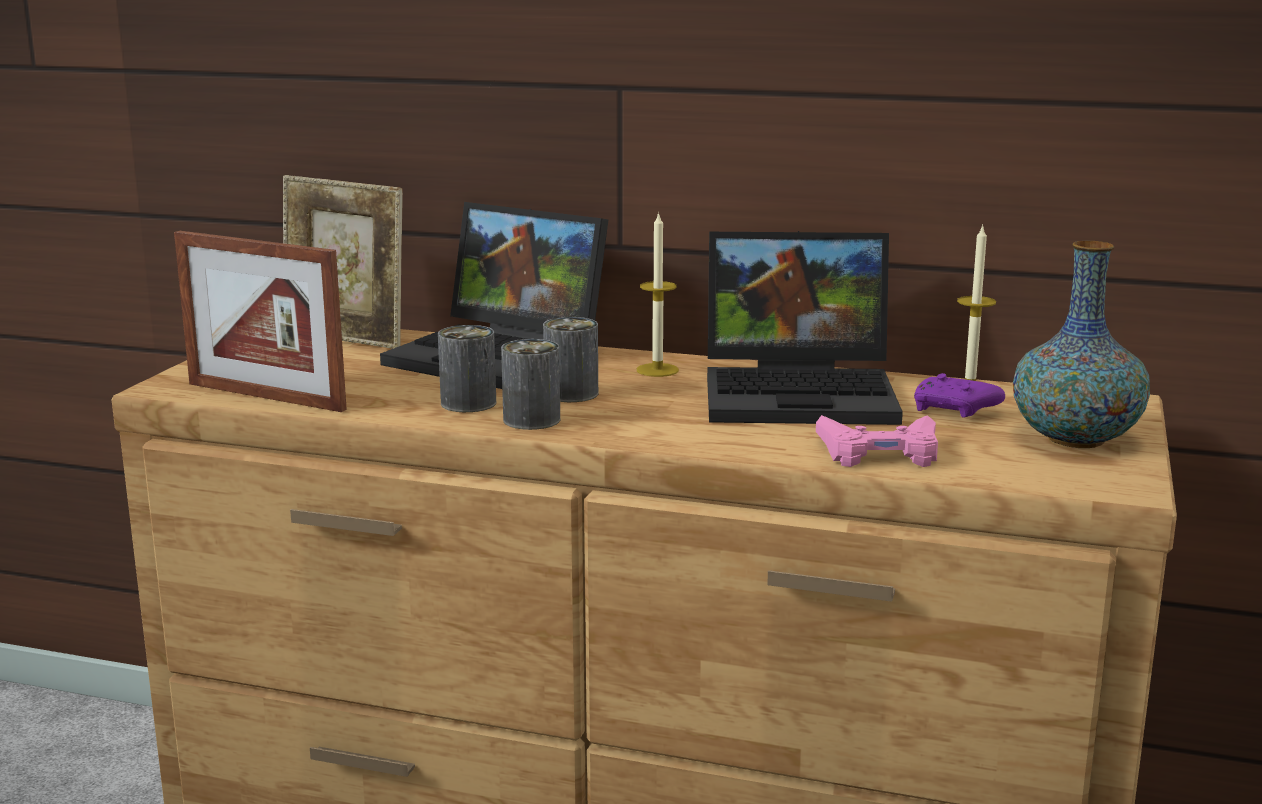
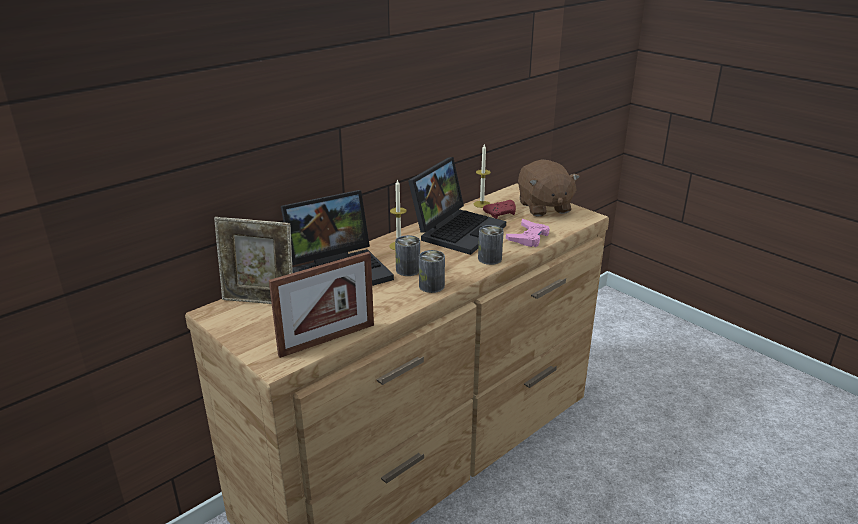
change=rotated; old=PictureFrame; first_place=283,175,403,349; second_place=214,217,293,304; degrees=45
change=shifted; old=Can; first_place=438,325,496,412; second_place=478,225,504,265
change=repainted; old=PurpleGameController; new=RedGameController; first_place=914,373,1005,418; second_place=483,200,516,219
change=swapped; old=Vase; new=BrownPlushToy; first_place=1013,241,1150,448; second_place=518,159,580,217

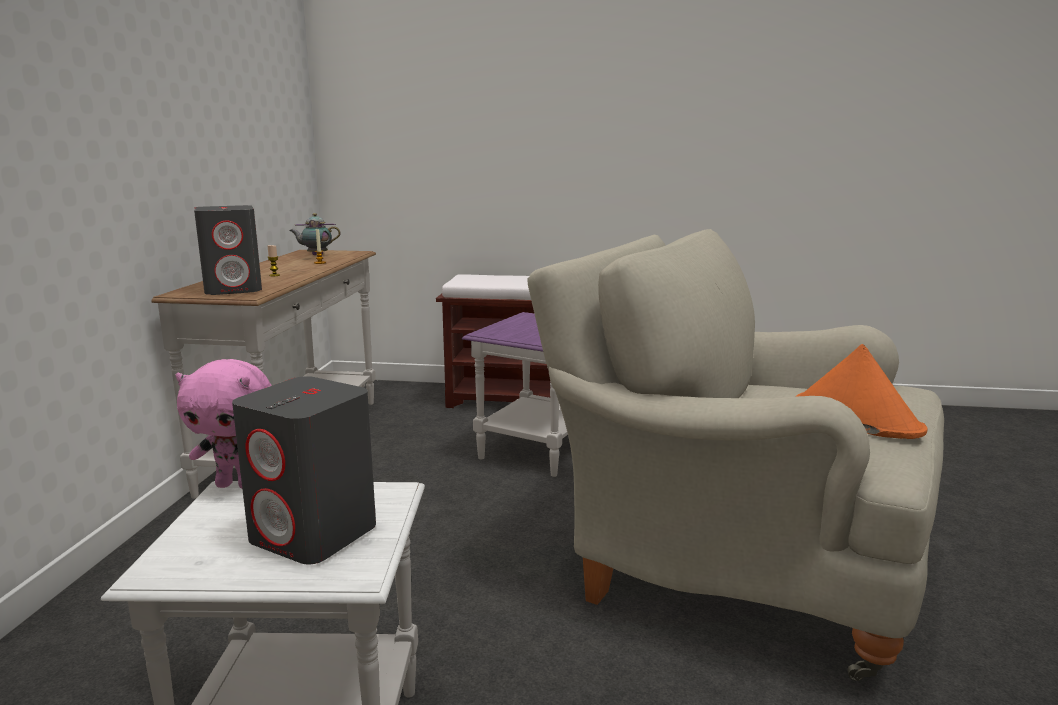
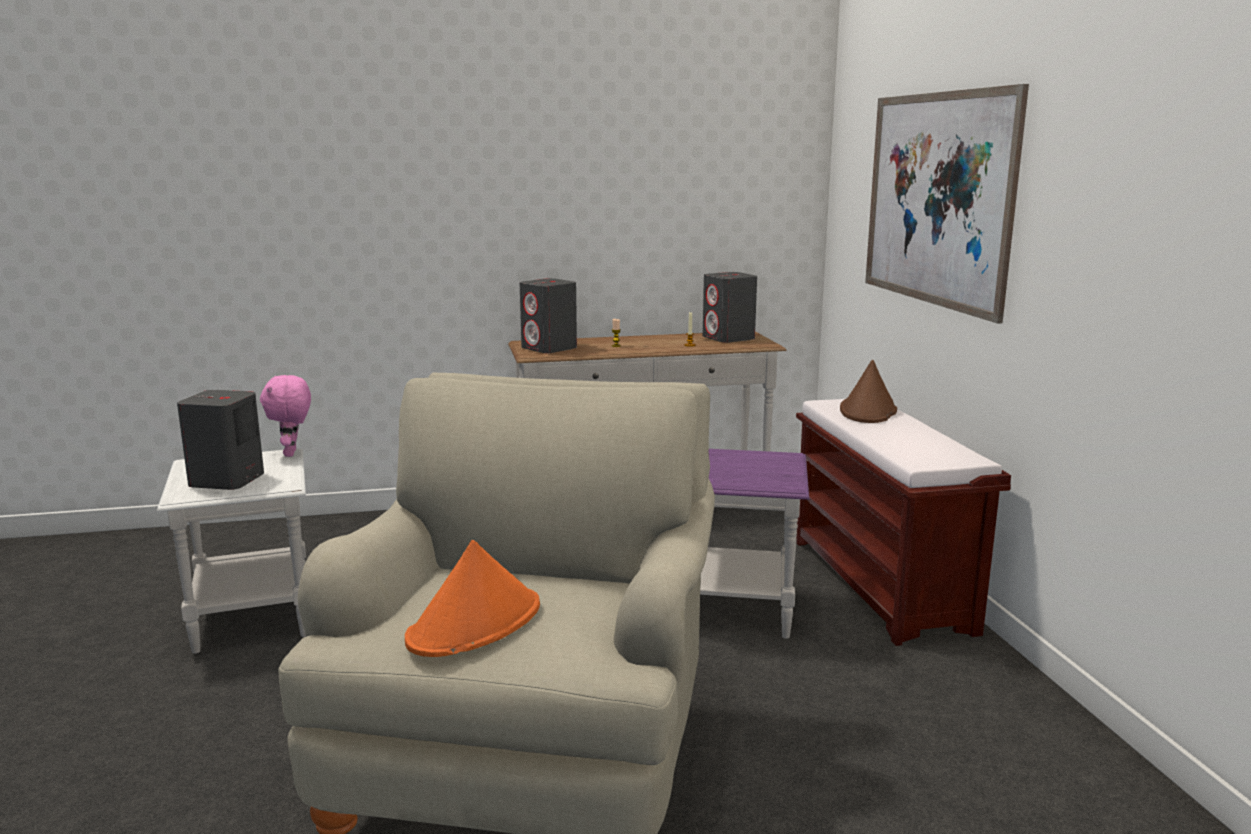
change=swapped; old=Teapot; new=GreySpeaker; first_place=290,213,341,255; second_place=703,272,757,343
change=new; new=BrownHat; second_place=840,360,897,423
change=new; new=Picture; second_place=865,84,1029,324

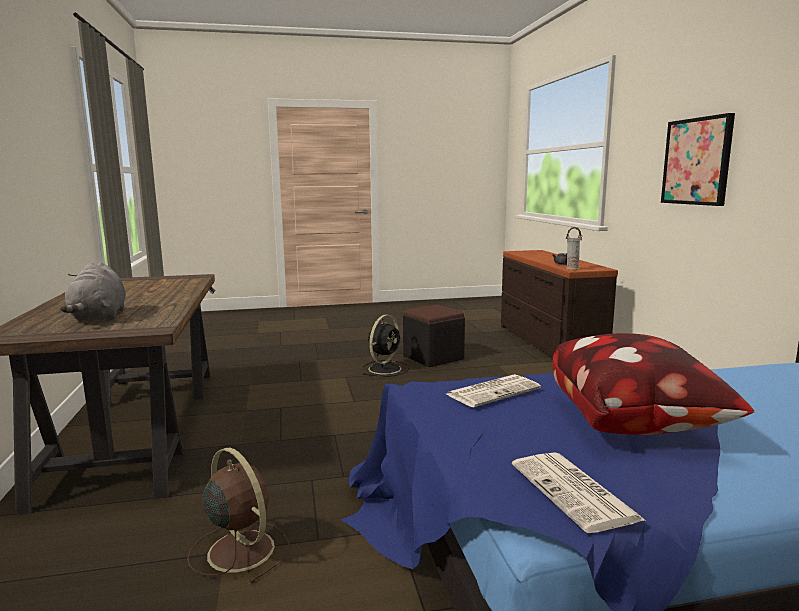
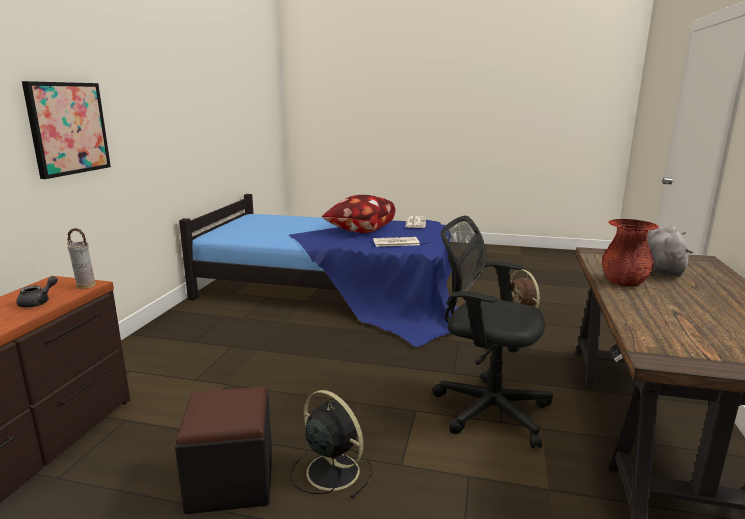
change=rotated; old=BlackFan; first_place=363,315,410,377; second_place=291,390,372,499; degrees=75
change=new; new=BlackOfficeChair; second_place=432,216,553,448
change=new; new=RedVase; second_place=602,219,660,287

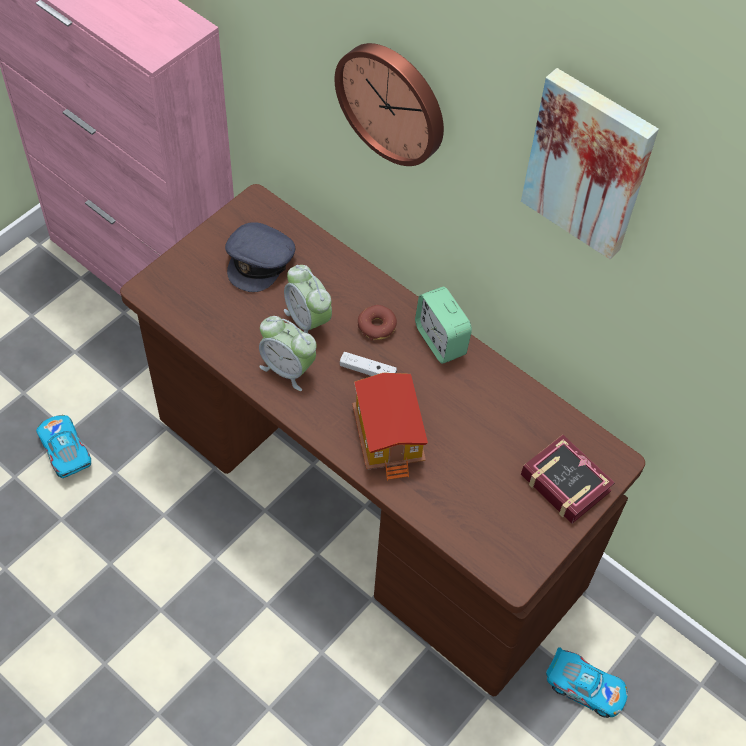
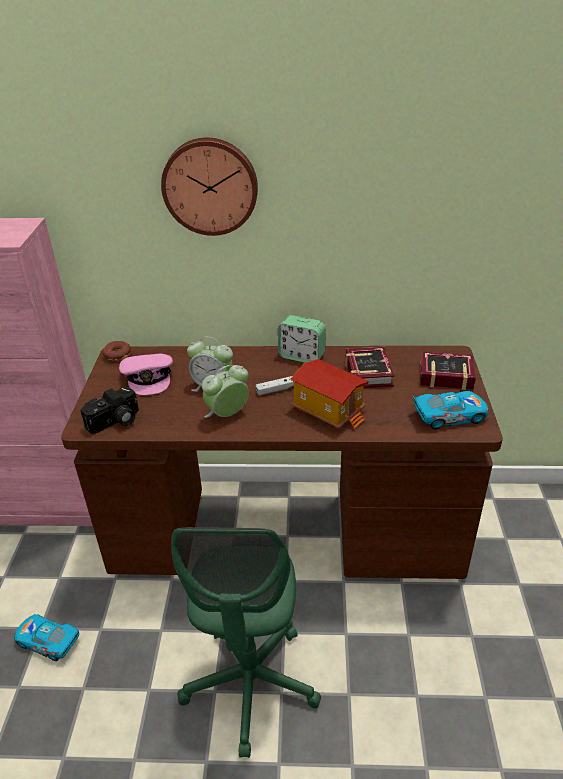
change=repainted; old=GreyCap; new=PinkCap; first_place=225,222,295,292; second_place=119,354,173,395
change=rotated; old=AlarmClock; first_place=259,316,317,391; second_place=202,365,249,418; degrees=150
change=shifted; old=Donut; first_place=358,305,397,341; second_place=102,341,131,361
change=gone; old=Picture; first_place=521,68,659,259
change=shifted; old=ToyCar; first_place=546,647,628,718; second_place=412,391,489,430
change=new; new=PhotoCamera; second_place=80,387,139,434
change=new; new=GreenOfficeChair; second_place=171,527,321,758
change=new; new=Book; second_place=346,347,395,388

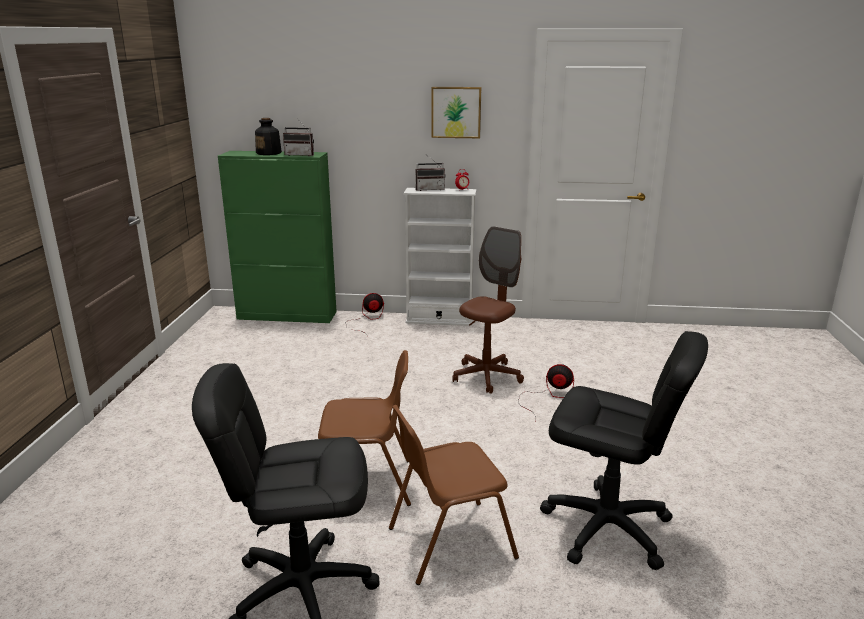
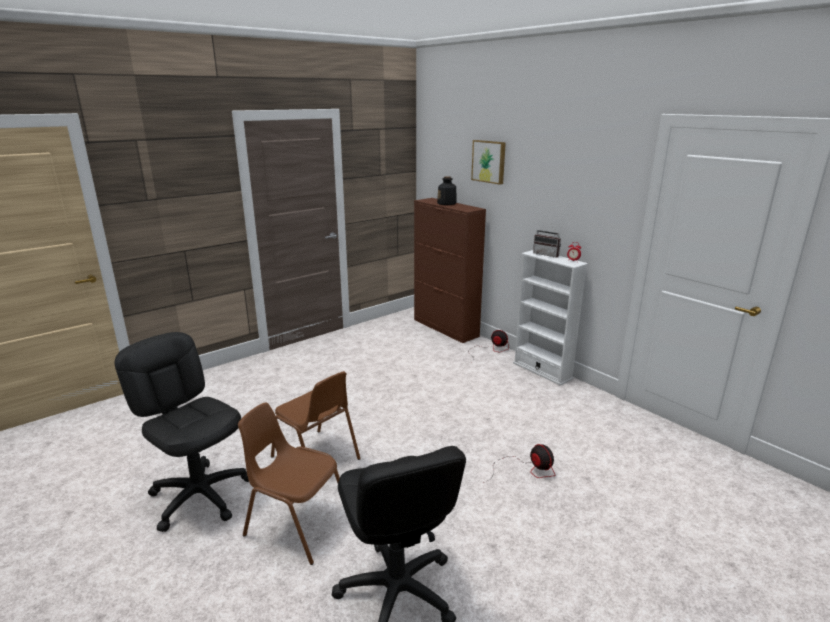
change=repainted; old=GreenCabinet; new=BrownCabinet; first_place=218,151,337,323; second_place=414,198,486,343
change=gone; old=Radio; first_place=283,119,314,156
change=shifted; old=Picture; first_place=431,87,481,138; second_place=471,140,506,185
change=gone; old=BrownOfficeChair; first_place=452,226,524,394

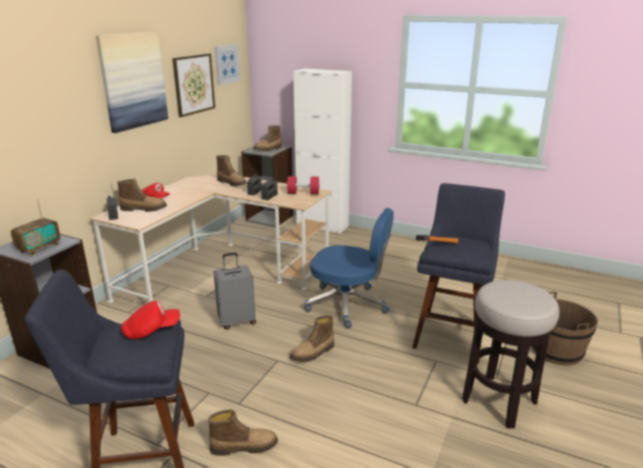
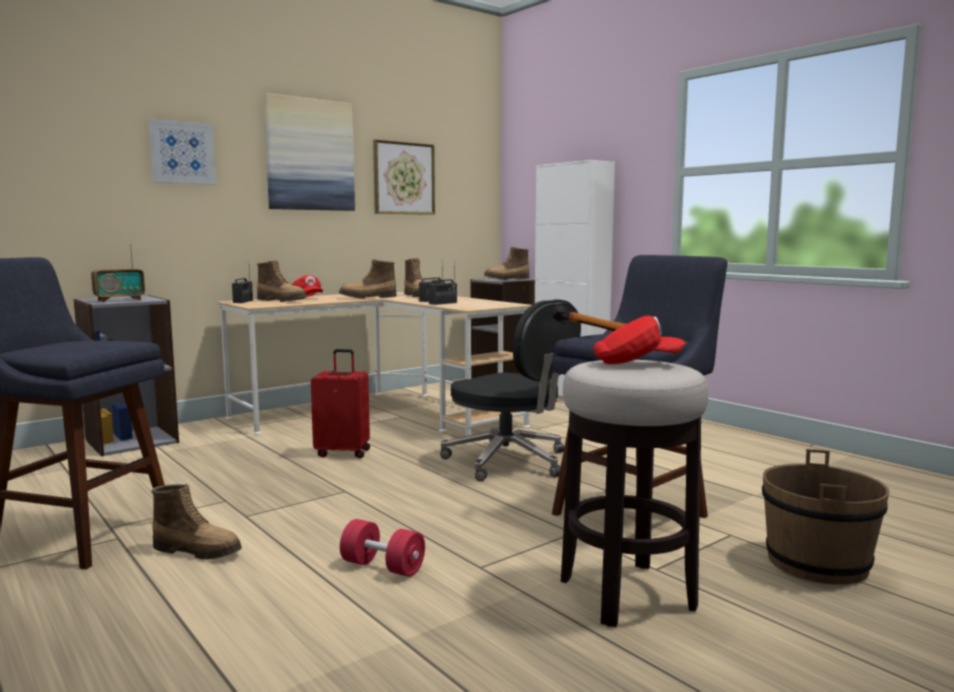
change=shifted; old=RedCap; first_place=121,301,180,339; second_place=594,315,686,364
change=repainted; old=GreySuitcase; new=RedSuitcase; first_place=213,252,256,330; second_place=311,349,370,458
change=shifted; old=Picture; first_place=215,44,240,85; second_place=149,118,216,185
change=shifted; old=RedDumbbell; first_place=287,176,320,194; second_place=340,519,425,577
change=shifted; old=Boot; first_place=290,315,334,362; second_place=339,259,397,299
change=repainted; old=BlueOfficeChair; new=BlackOfficeChair; first_place=304,208,394,329; second_place=440,299,581,481

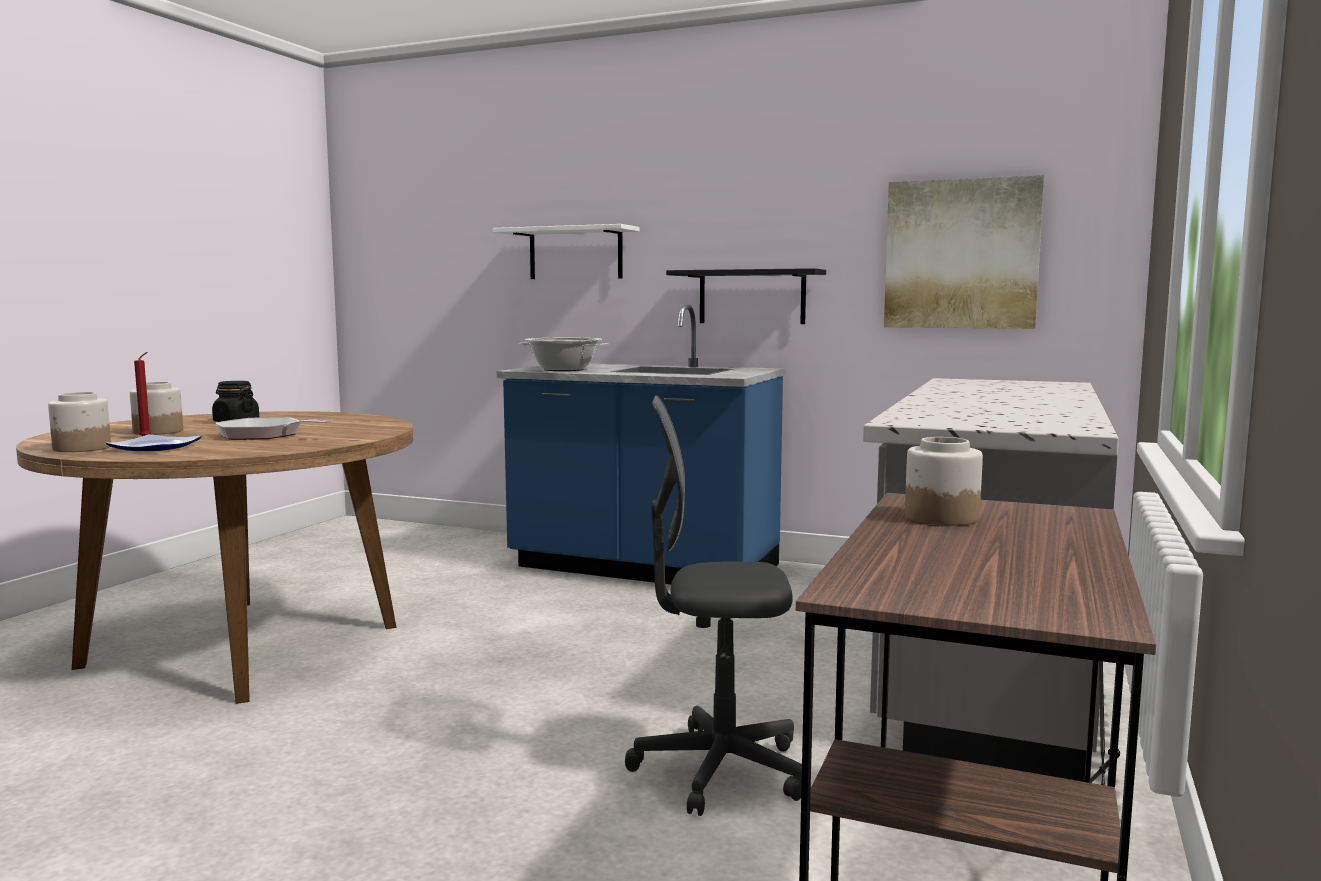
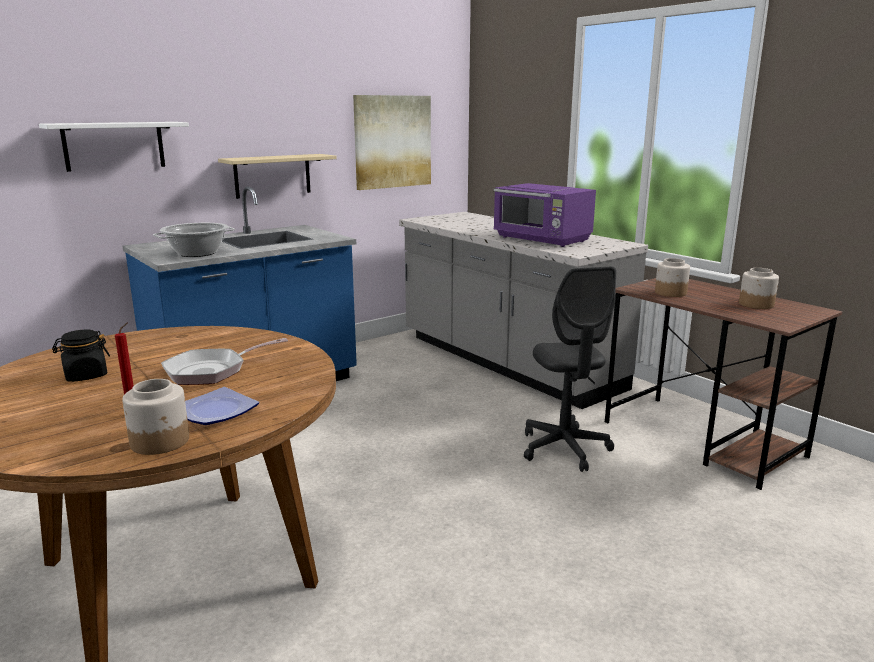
change=shifted; old=Jar; first_place=130,382,183,435; second_place=739,268,779,309
change=rotated; old=GreyOfficeChair; first_place=625,395,802,816; second_place=524,266,616,472; degrees=-45
change=repainted; old=BlackShelf; new=BeigeShelf; first_place=666,268,826,324; second_place=218,154,337,199
change=new; new=PurpleMicrowave; second_place=494,183,596,247

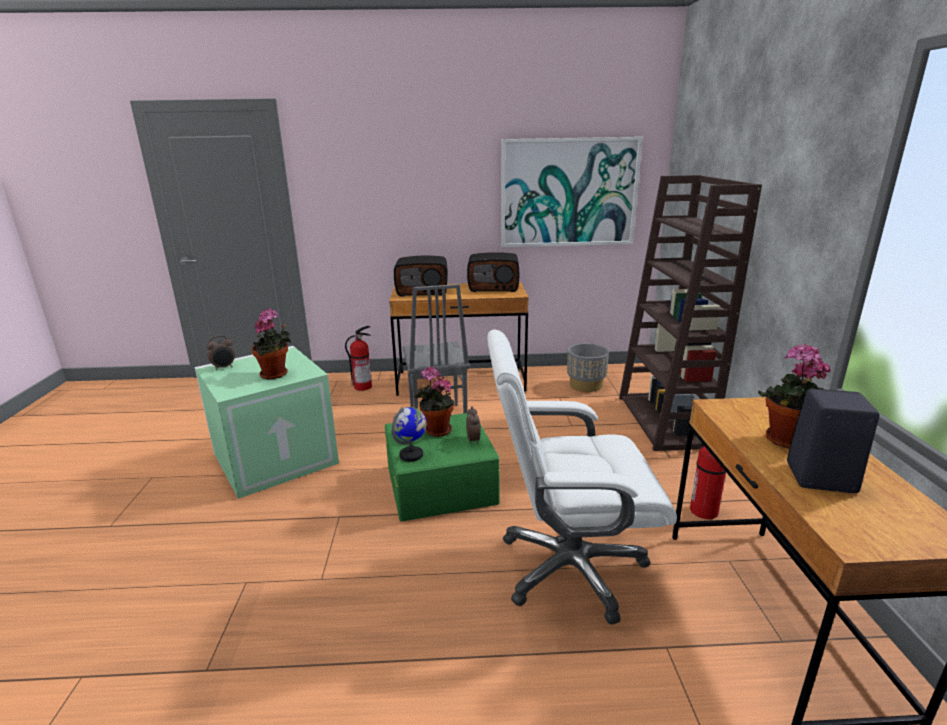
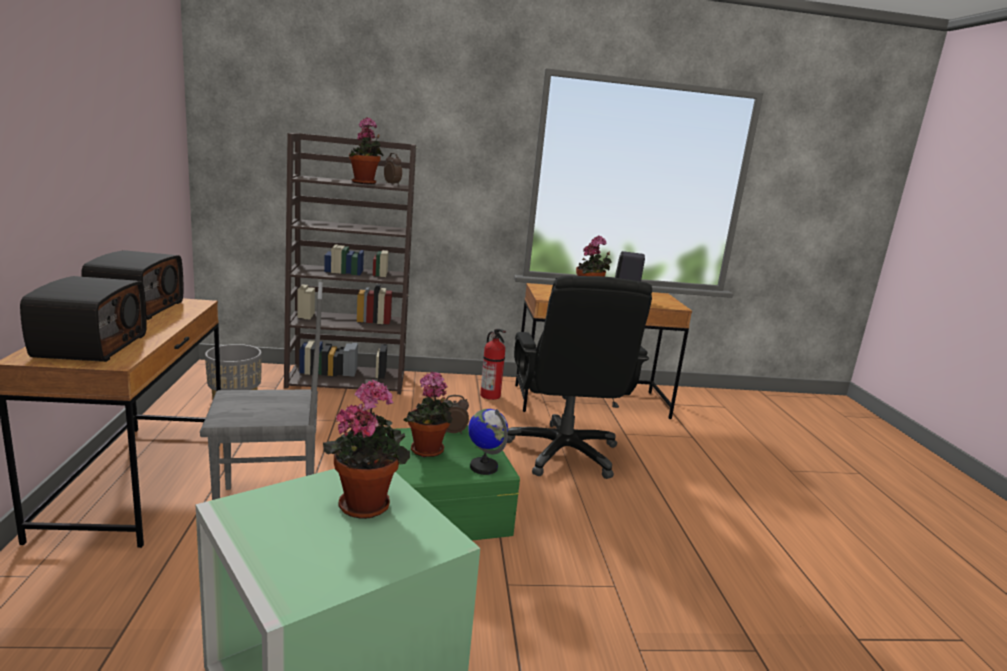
change=shifted; old=AlarmClock; first_place=207,335,235,370; second_place=384,153,402,186
change=gone; old=FireExtinguisher; first_place=345,326,372,391
change=repainted; old=WhiteOfficeChair; new=BlackOfficeChair; first_place=487,329,677,625; second_place=507,276,652,479
change=gone; old=Picture; first_place=501,137,643,247
change=new; new=PottedPlant; second_place=349,117,383,184

